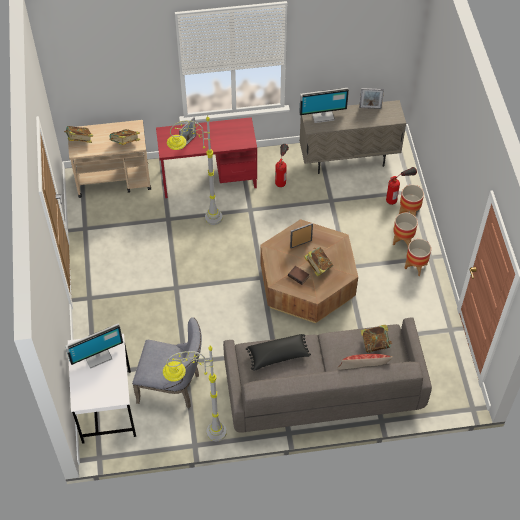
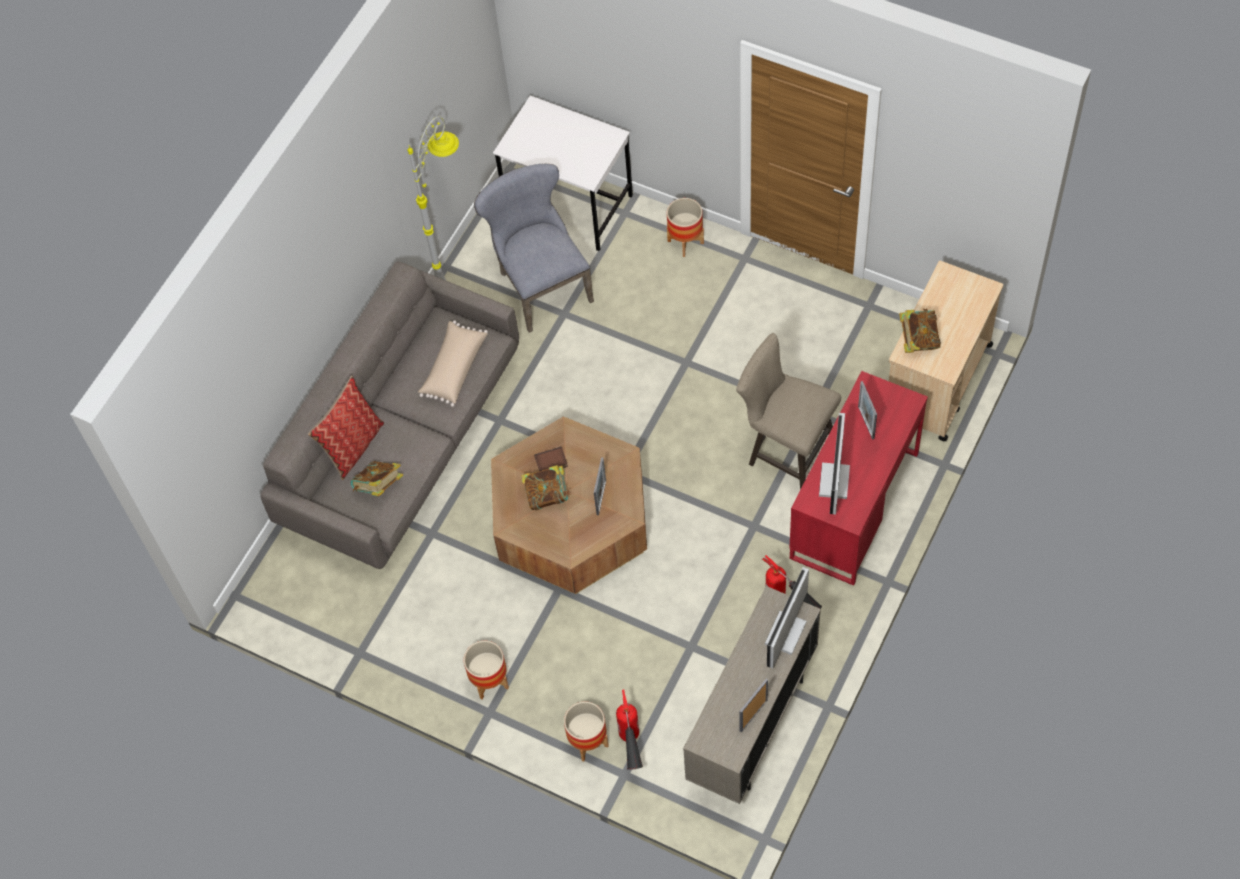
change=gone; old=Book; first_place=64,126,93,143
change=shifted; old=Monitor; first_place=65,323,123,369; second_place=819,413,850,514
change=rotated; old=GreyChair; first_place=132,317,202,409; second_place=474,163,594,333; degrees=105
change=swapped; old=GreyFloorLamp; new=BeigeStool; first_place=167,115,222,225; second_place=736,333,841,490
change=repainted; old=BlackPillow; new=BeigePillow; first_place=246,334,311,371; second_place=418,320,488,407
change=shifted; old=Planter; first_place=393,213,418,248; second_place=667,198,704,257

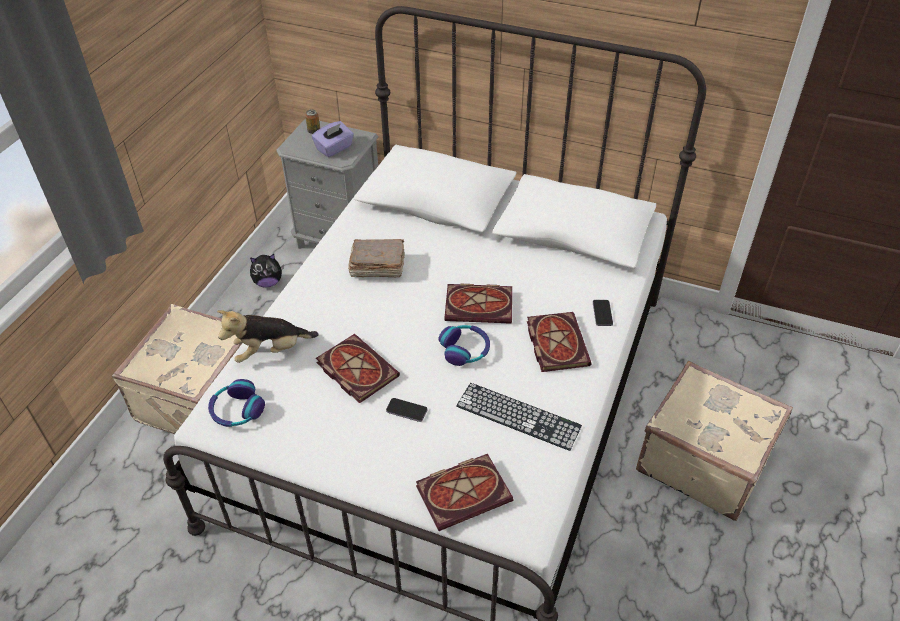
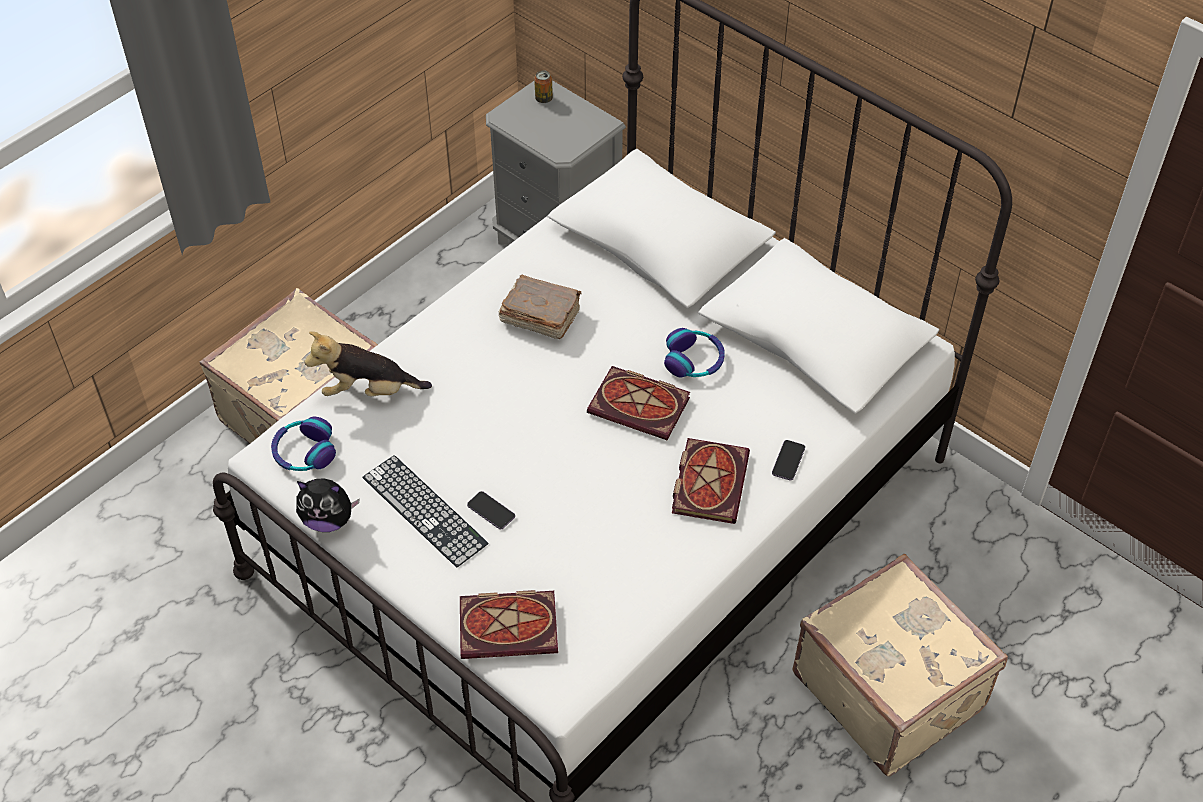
change=shifted; old=PlushToy; first_place=250,254,284,288; second_place=296,479,360,532
change=gone; old=PurpleTissueBox; first_place=312,121,354,157
change=gone; old=Book; first_place=316,334,400,403
change=shifted; old=Headphones; first_place=439,325,490,366; second_place=664,328,725,378
change=shifted; old=Keyboard; first_place=456,383,582,451; second_place=362,455,489,567

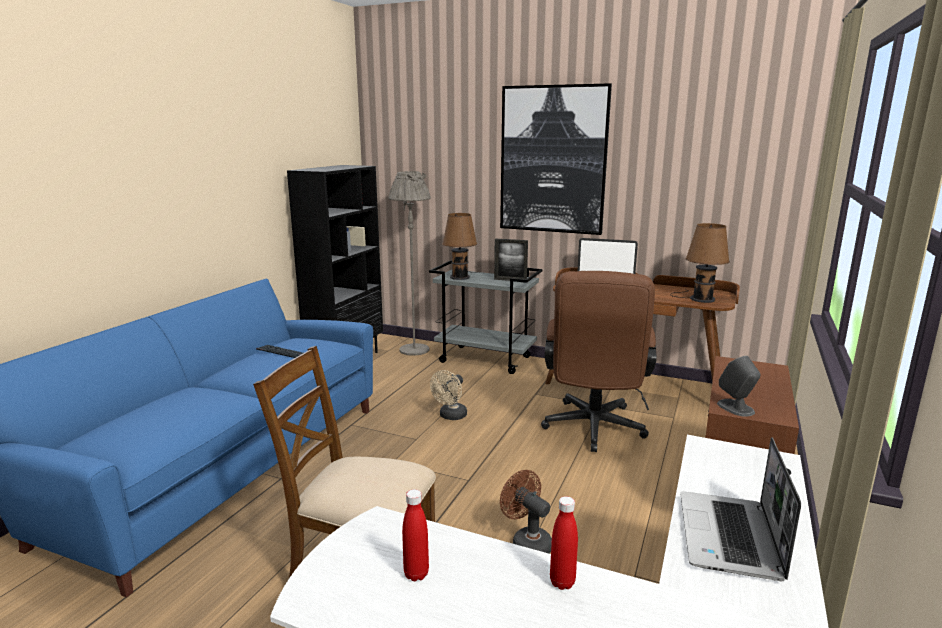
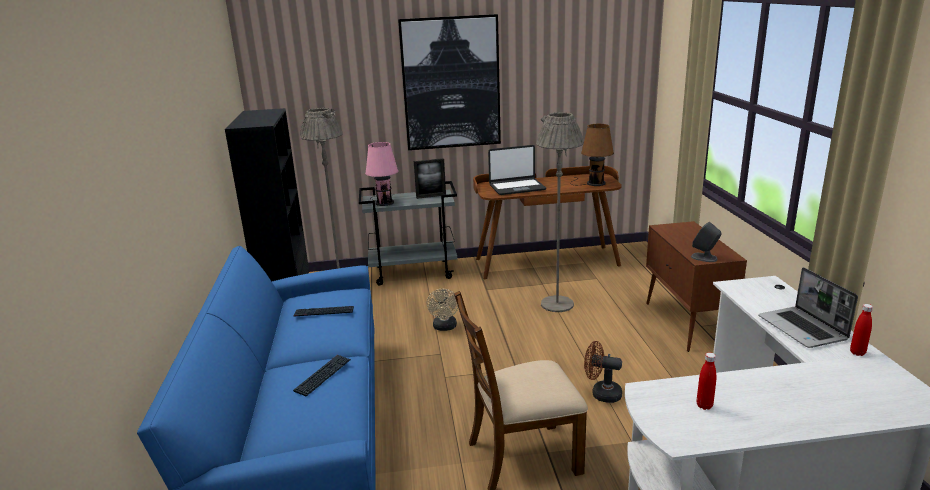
change=repainted; old=BrownTableLamp; new=PinkTableLamp; first_place=442,213,481,280; second_place=365,142,398,206
change=swapped; old=BrownOfficeChair; new=GreyFloorLamp; first_place=541,271,657,452; second_place=536,112,584,312
change=shifted; old=RedBottle; first_place=550,496,578,590; second_place=850,304,873,356
change=new; new=Keyboard; second_place=293,355,351,396

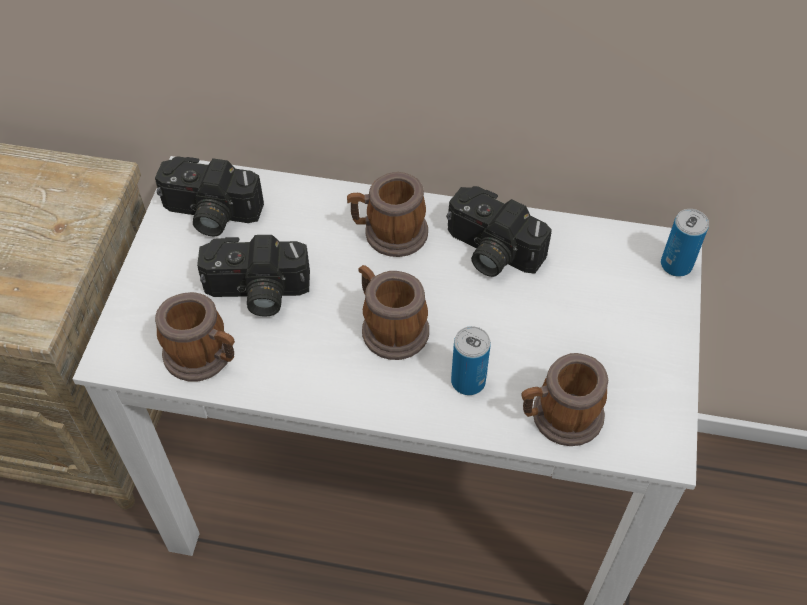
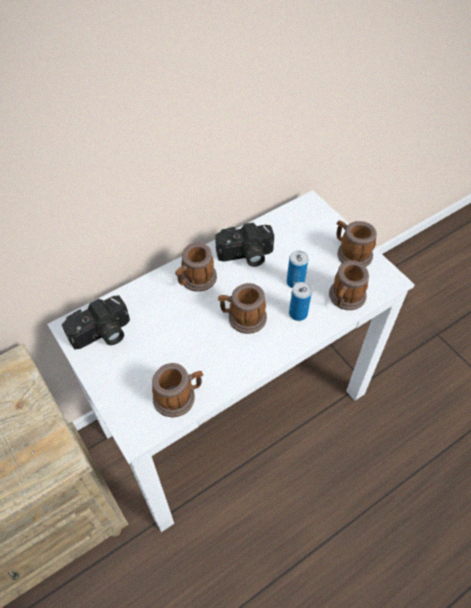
change=gone; old=PhotoCamera; first_place=197,235,310,317
change=shifted; old=Can; first_place=661,209,709,277; second_place=287,250,308,288
change=new; new=Mug; second_place=336,220,377,267

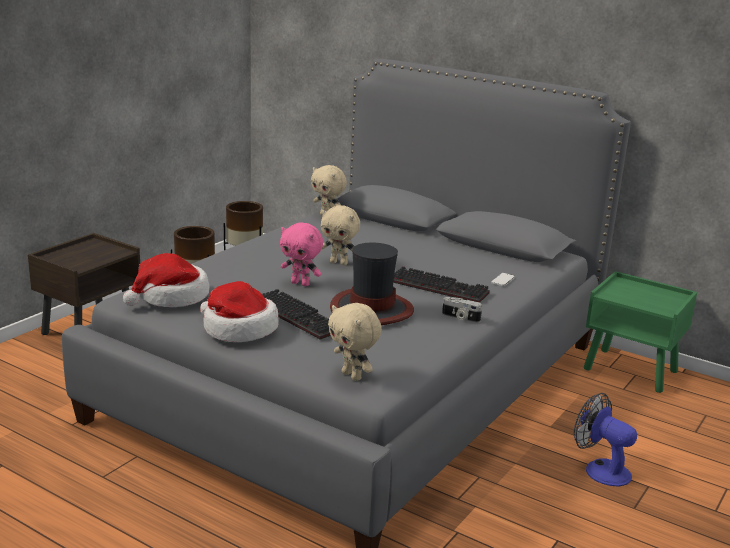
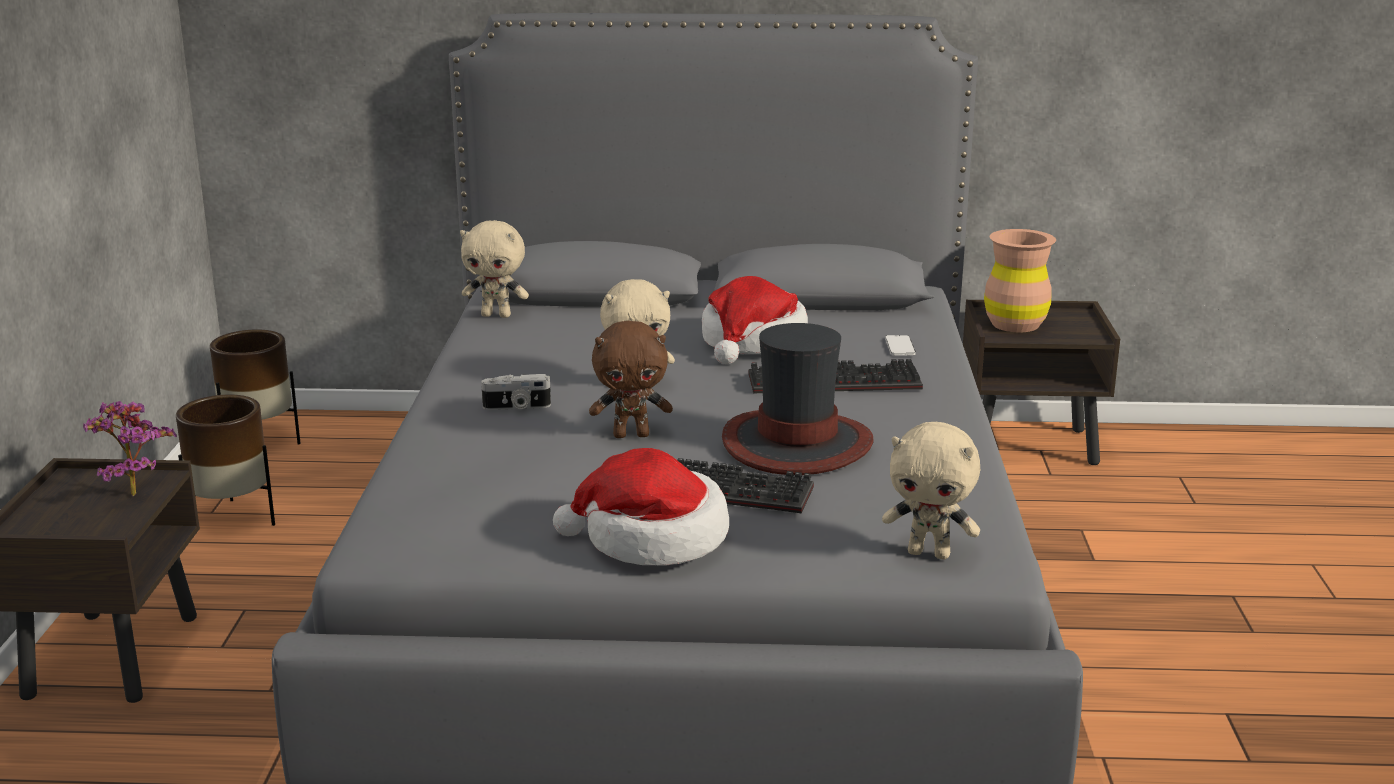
change=shifted; old=Hat; first_place=123,253,209,307; second_place=702,276,808,364
change=repainted; old=PinkPlushToy; new=BrownPlushToy; first_place=280,222,323,286; second_place=589,321,673,438
change=shifted; old=PhotoCamera; first_place=442,297,482,323; second_place=481,374,551,410
change=gone; old=Fan; first_place=574,393,637,487
change=repainted; old=GreenNightstand; new=BrownNightstand; first_place=584,271,697,393; second_place=963,300,1120,465
change=new; new=PottedPlant; second_place=83,401,177,496
change=new; new=BrownVase; second_place=984,229,1056,332

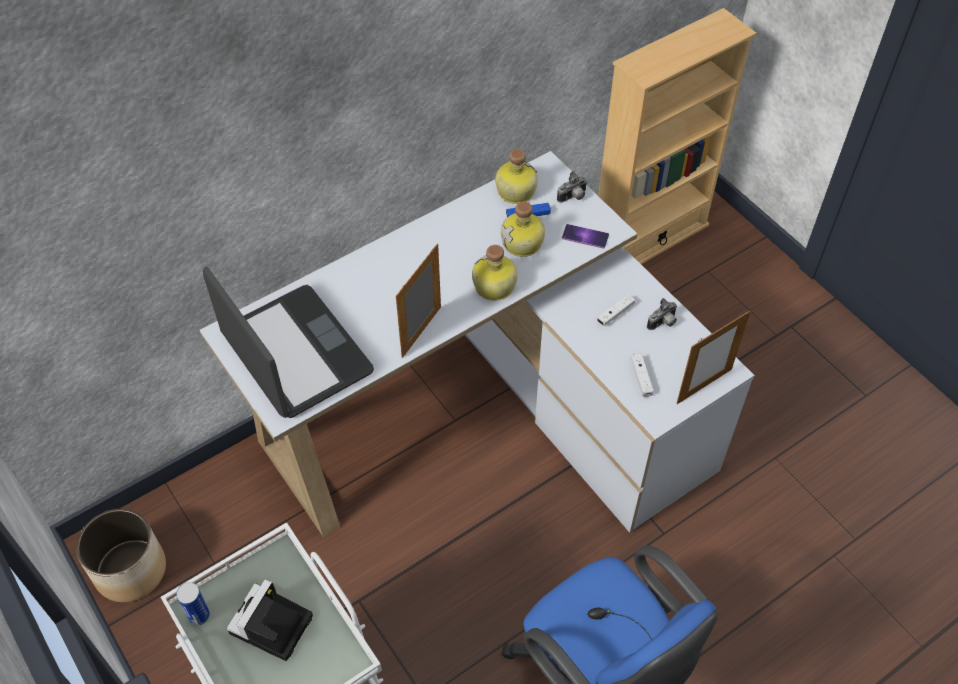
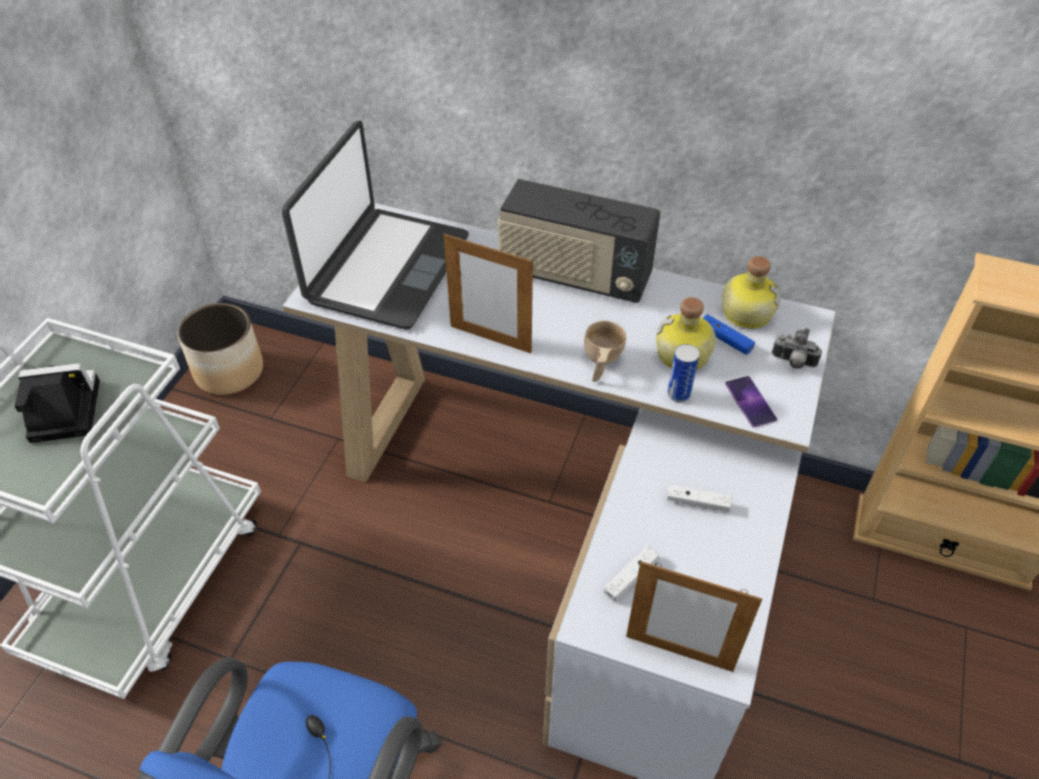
change=shifted; old=Can; first_place=176,582,210,625; second_place=667,344,699,403
change=rotated; old=PictureFrame; first_place=396,244,441,358; second_place=444,234,533,353; degrees=-150
change=swapped; old=Bottle; new=BeigeCup; first_place=472,245,518,301; second_place=584,321,626,382
change=gone; old=PhotoCamera; first_place=647,298,677,330
change=new; new=Radio; second_place=498,179,661,303

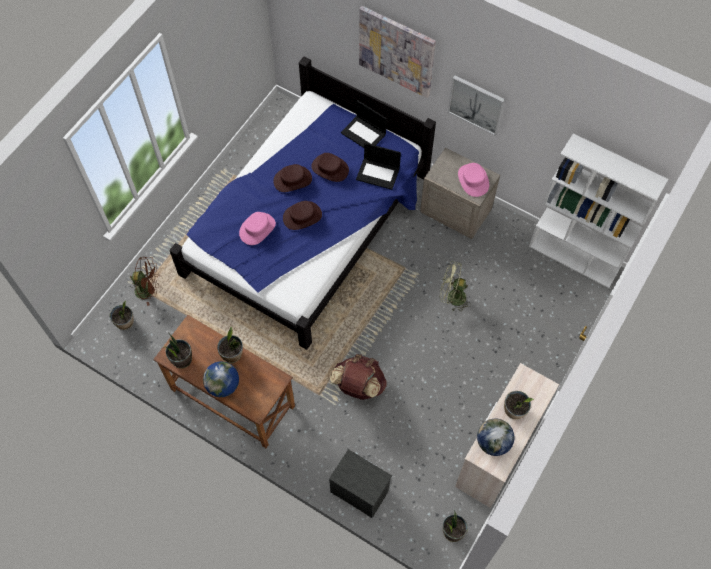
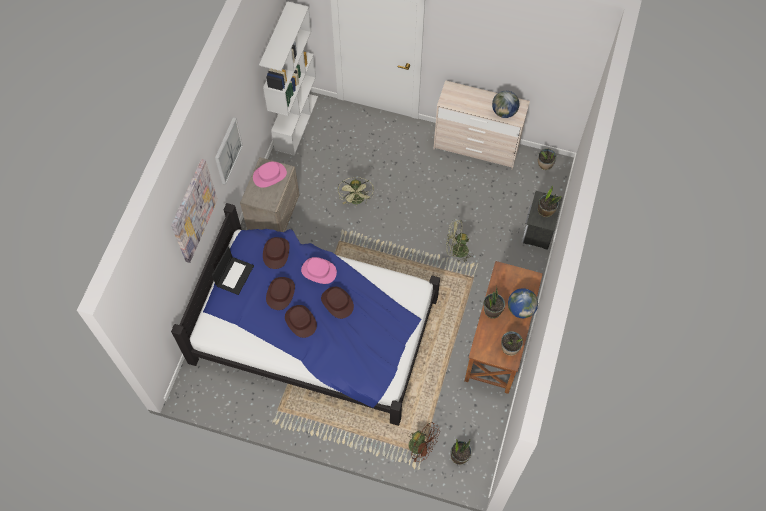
change=rotated; old=BrownFan; first_place=130,257,159,306; second_place=408,422,440,462; degrees=135
change=shifted; old=PinkHat; first_place=239,212,276,245; second_place=301,257,337,284
change=swapped; old=BrownBackpack; new=GreenFan; first_place=330,354,387,400; second_place=446,220,473,262
change=swapped; old=Laptop; new=BrownHat; first_place=356,143,401,190; second_place=263,237,289,269
change=shifted; old=PottedPlant; first_place=504,391,534,420; second_place=538,185,561,217

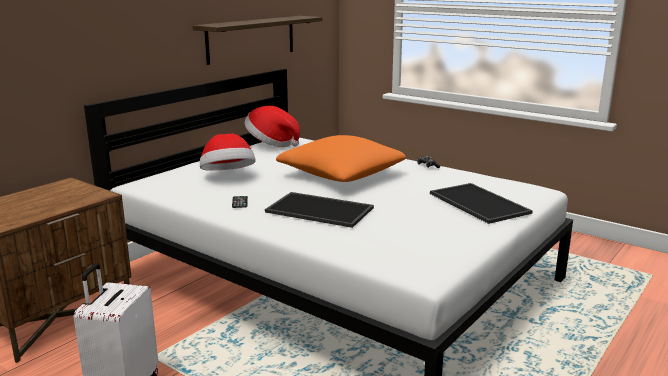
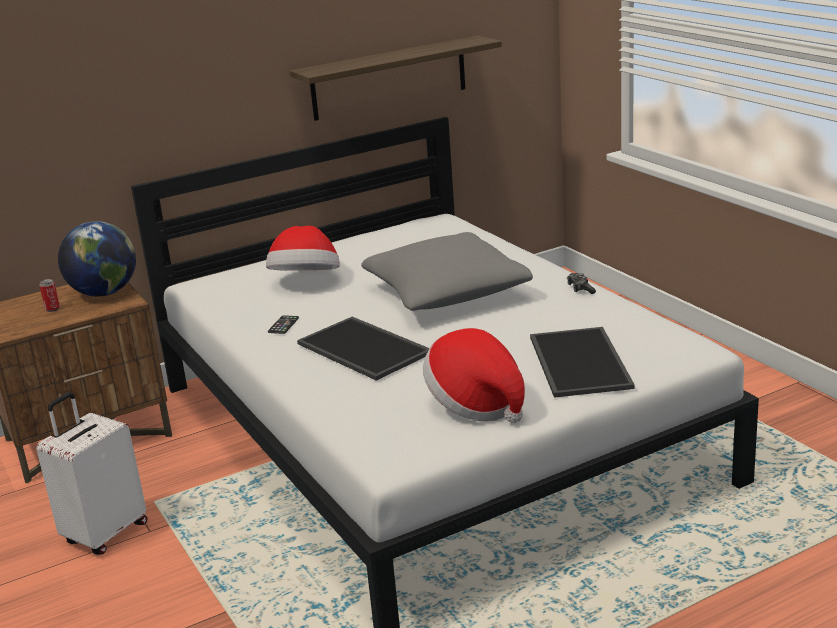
change=shifted; old=Hat; first_place=244,106,300,147; second_place=423,328,525,423
change=repainted; old=OrangePillow; new=GreyPillow; first_place=276,135,406,182; second_place=361,232,533,311
change=new; new=Can; second_place=39,279,60,312
change=new; new=Globe; second_place=58,221,136,297

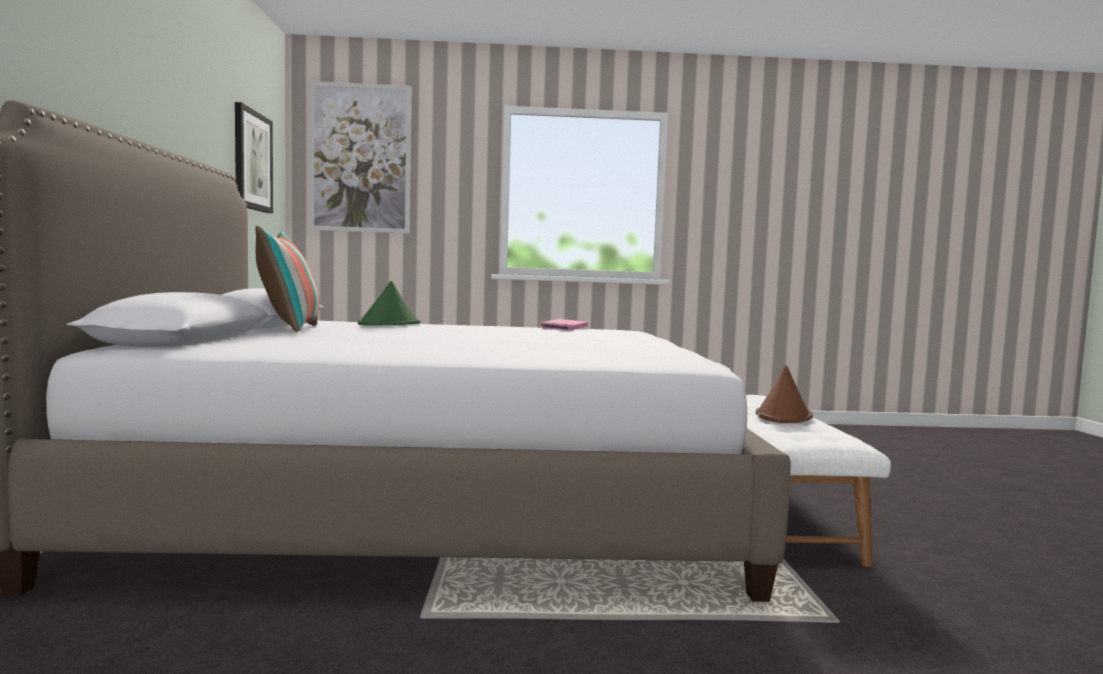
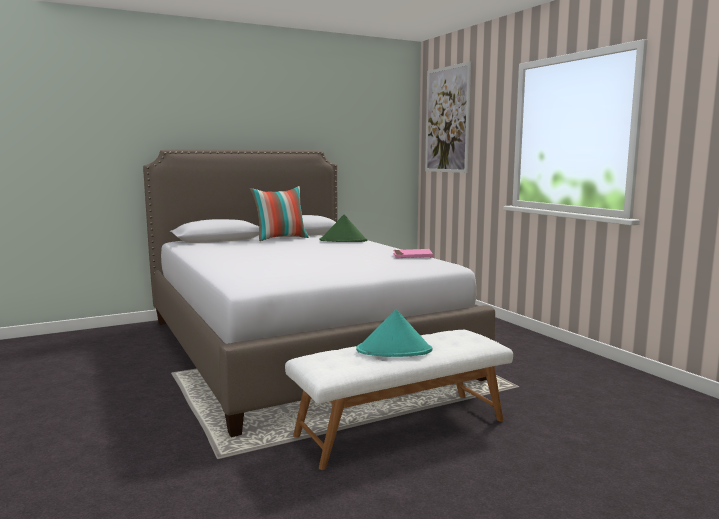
change=gone; old=Picture; first_place=235,102,273,213
change=repainted; old=BrownHat; new=TurquoiseHat; first_place=756,365,813,423; second_place=356,309,433,357

